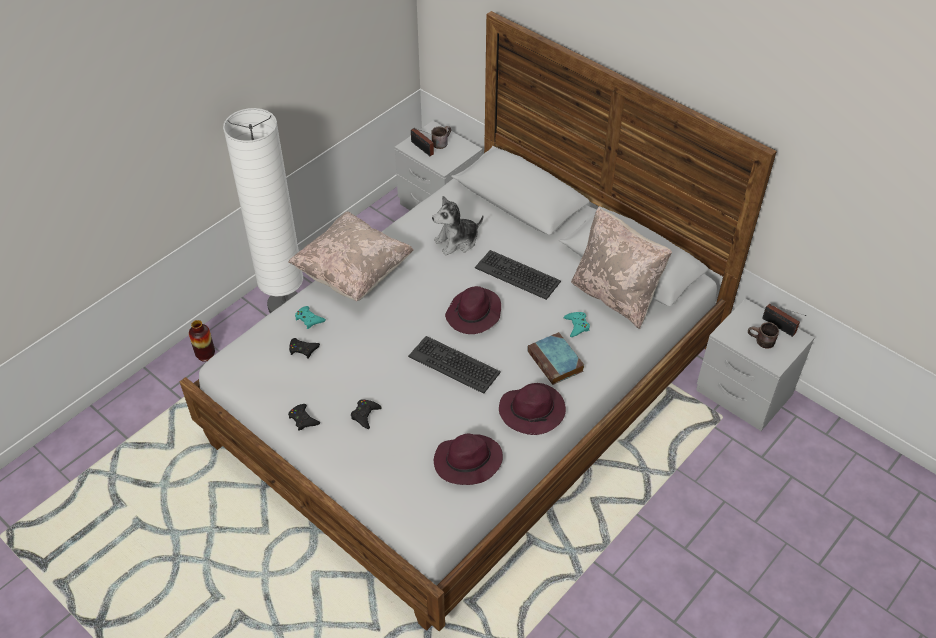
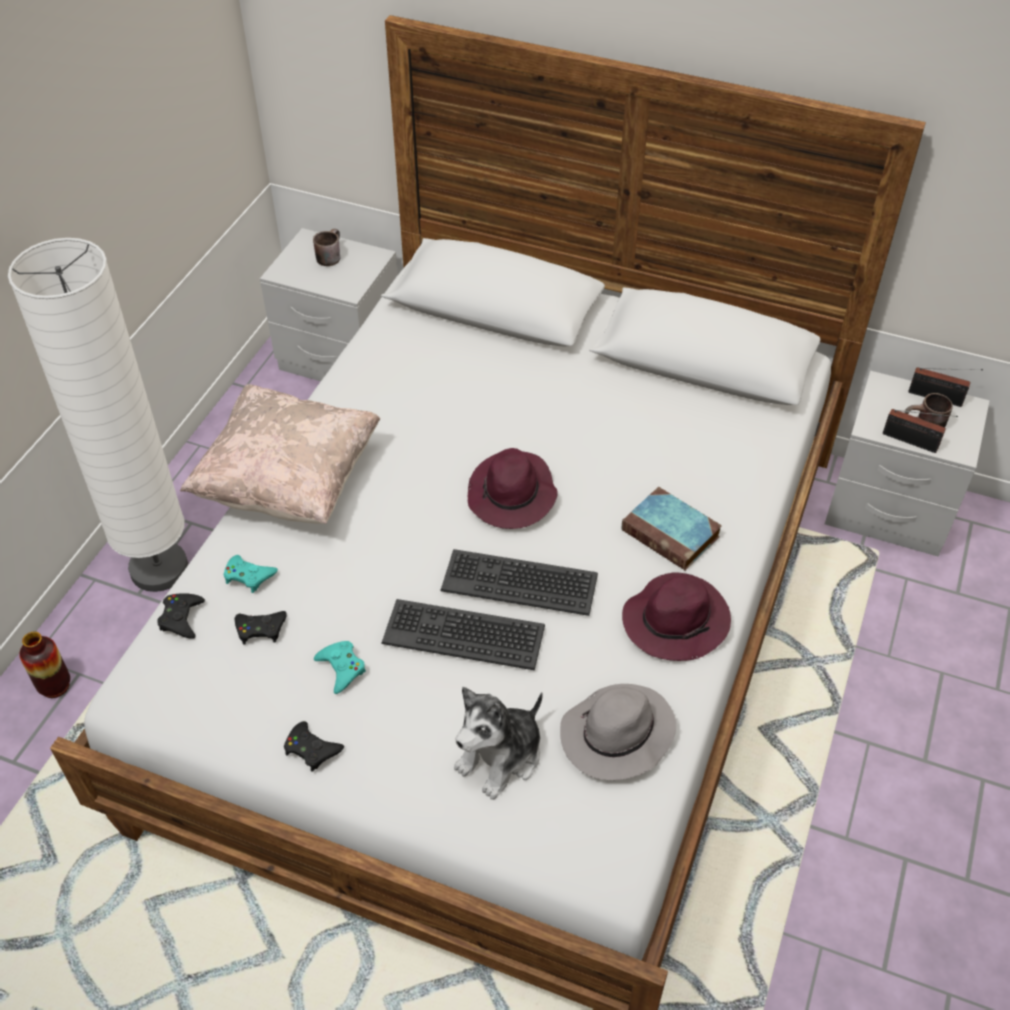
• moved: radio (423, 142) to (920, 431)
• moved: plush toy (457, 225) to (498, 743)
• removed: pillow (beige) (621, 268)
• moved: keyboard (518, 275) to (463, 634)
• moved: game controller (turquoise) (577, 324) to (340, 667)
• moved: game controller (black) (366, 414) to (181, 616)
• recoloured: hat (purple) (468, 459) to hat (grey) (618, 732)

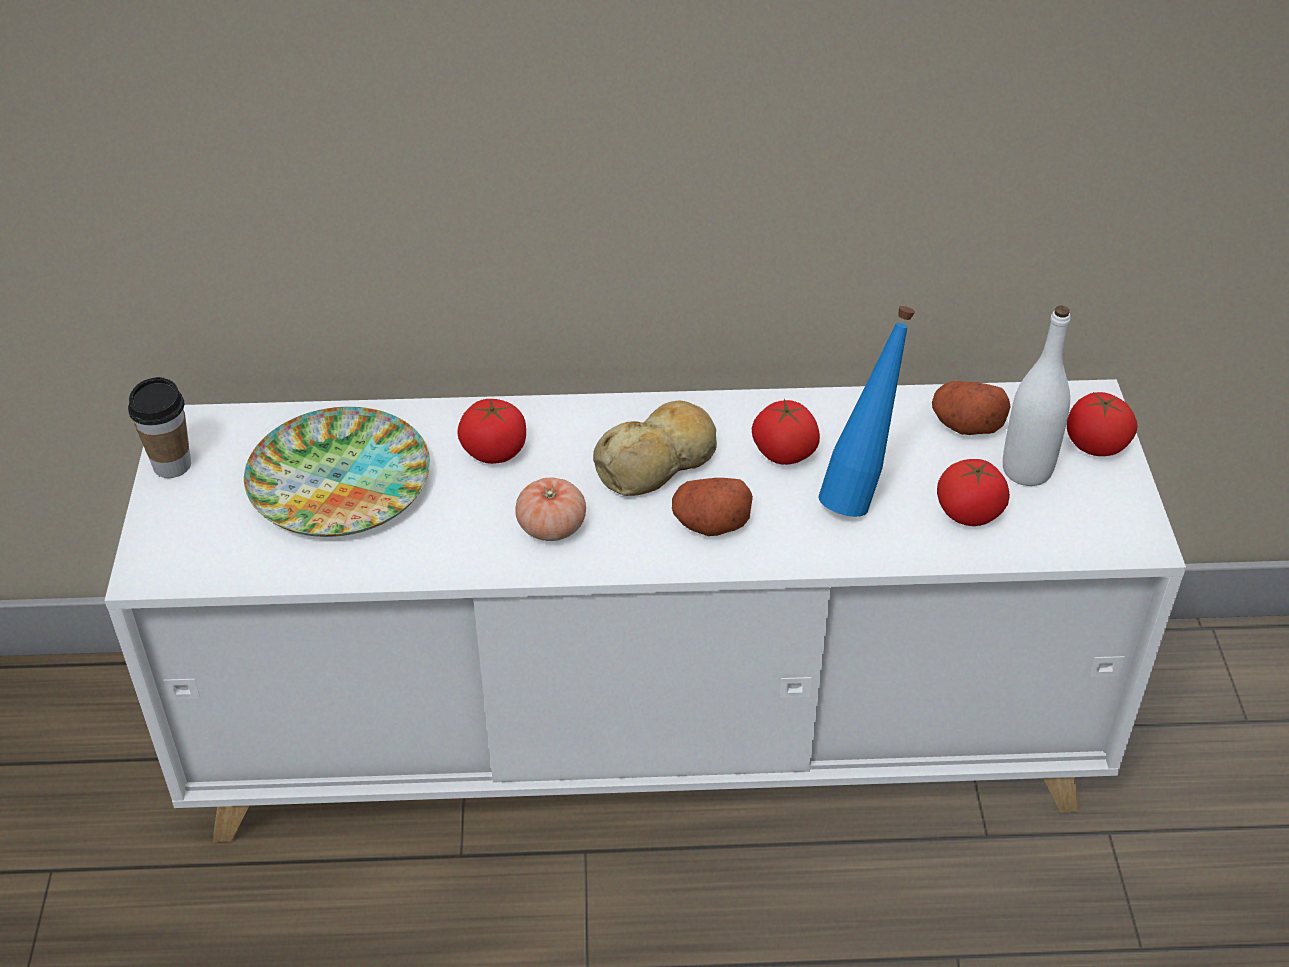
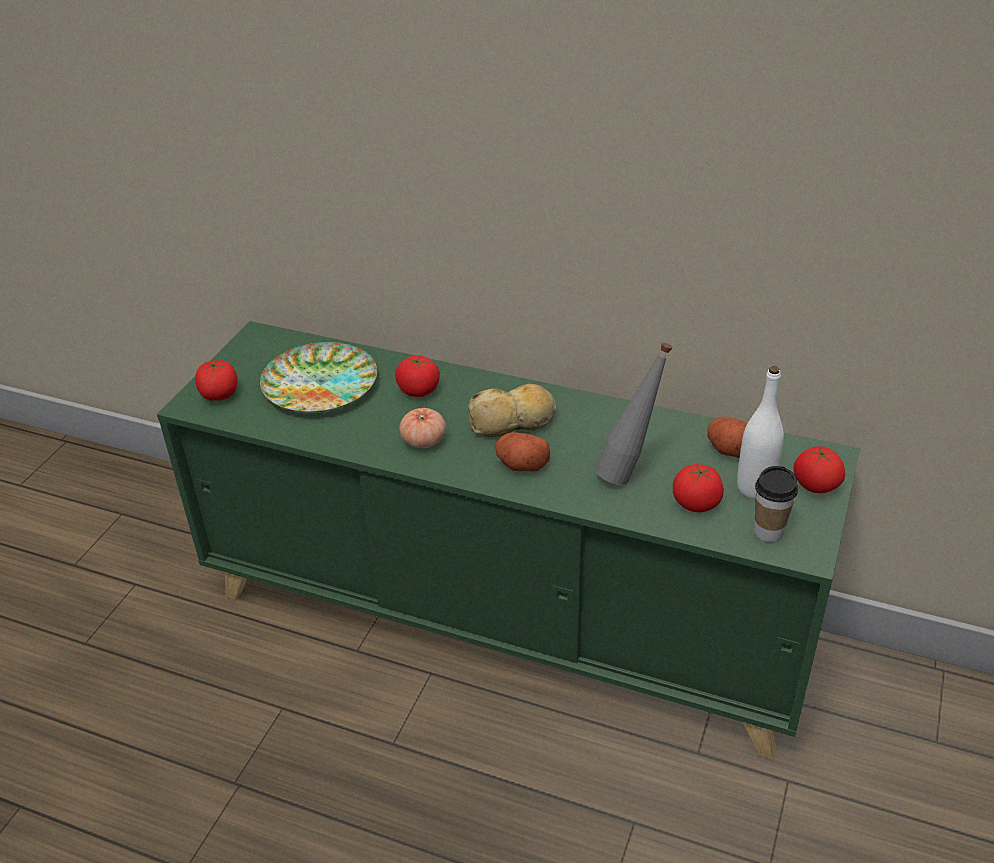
• recoloured: bottle (blue) (866, 411) to bottle (grey) (634, 413)
• moved: cup (159, 427) to (776, 504)
• recoloured: cabinet (white) (645, 610) to cabinet (green) (508, 540)
• moved: tomato (786, 431) to (216, 380)

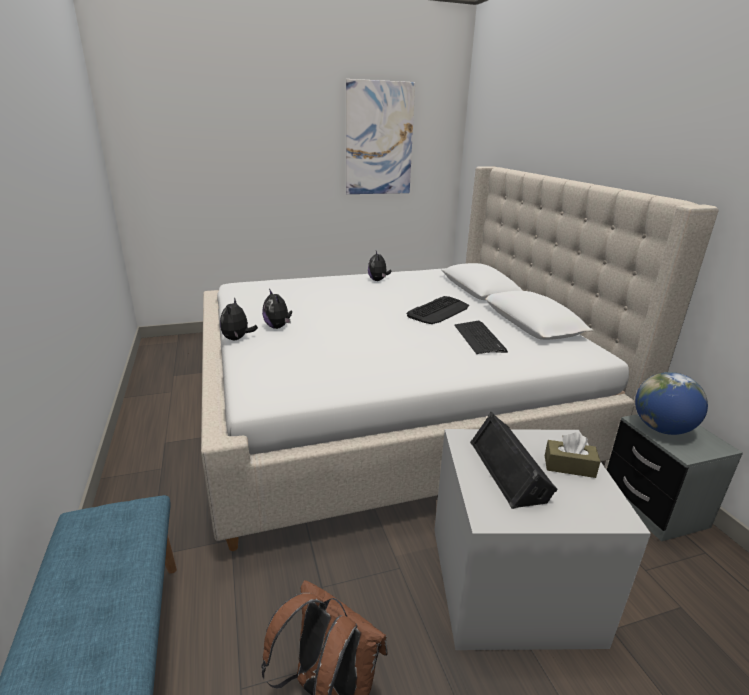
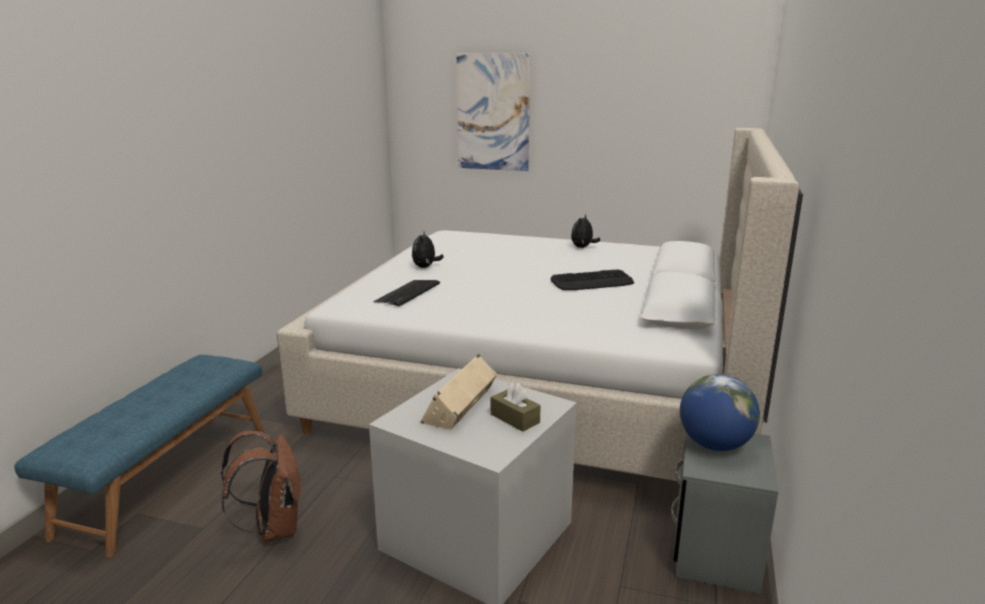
• moved: picture (380, 136) to (494, 112)
• removed: plush toy (239, 319)
• moved: keyboard (481, 337) to (407, 293)
• recoloured: speaker (black) (514, 460) to speaker (beige) (458, 392)

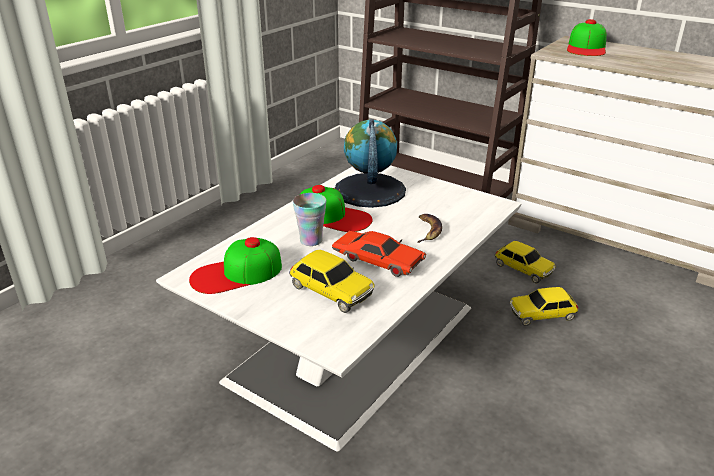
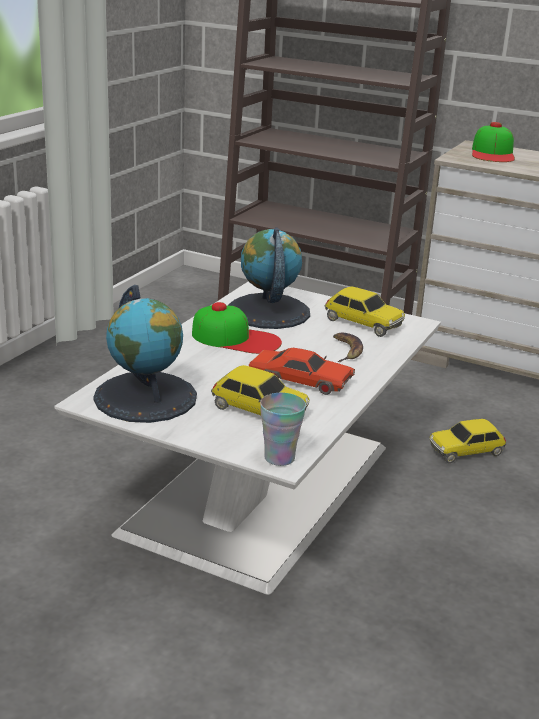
• moved: cup (309, 219) to (283, 429)
• replaced: cap (235, 265) to globe (145, 354)
• moved: toy car (525, 262) to (364, 312)

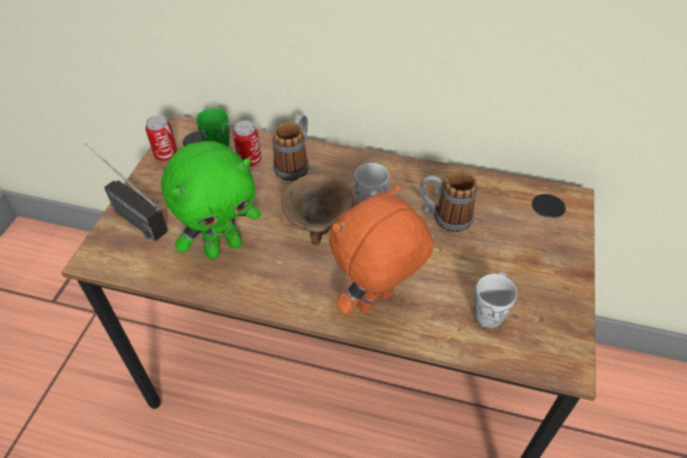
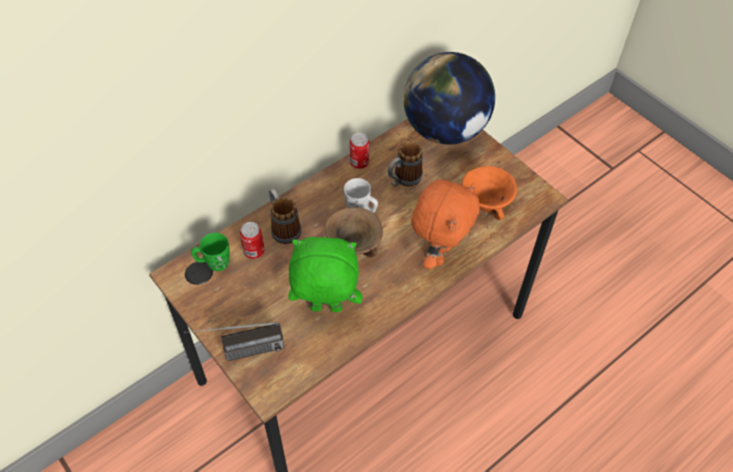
• moved: can (162, 138) to (359, 151)
• turned: plush toy (green) (211, 200) = (325, 274) 90 degrees counterclockwise
• turned: plush toy (orange) (381, 249) = (445, 224) 150 degrees counterclockwise
• replaced: mug (white) (495, 300) to bowl (orange) (489, 193)
• added: globe (449, 98)

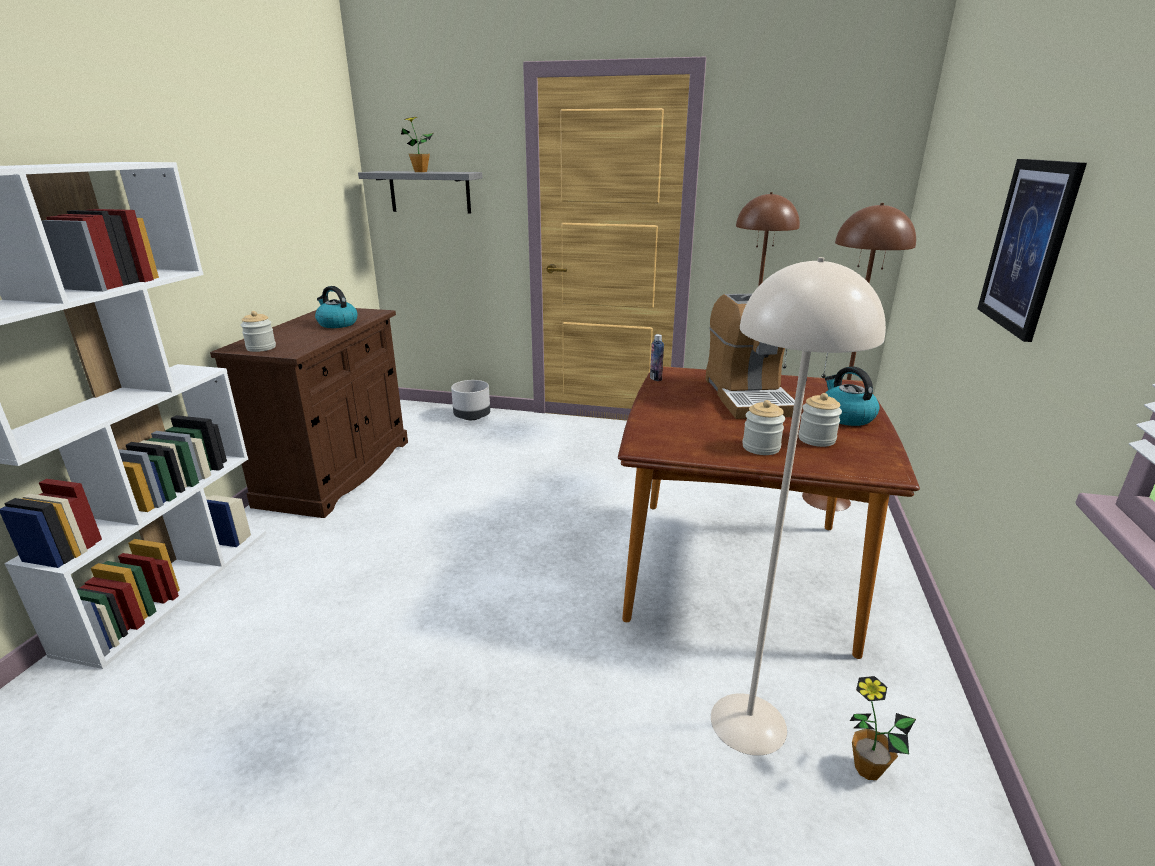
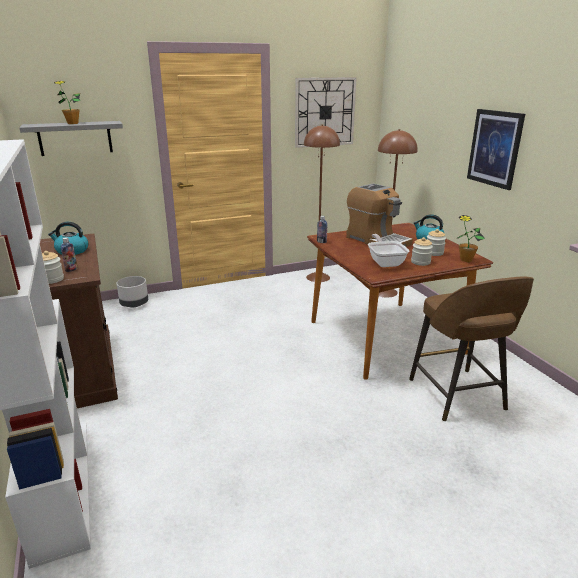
• replaced: floor lamp (beige) (798, 506) to stool (brown) (471, 349)
• moved: potted plant (883, 728) to (471, 238)
• added: wall clock (326, 112)
• added: frying pan (389, 250)
• added: bottle (69, 254)

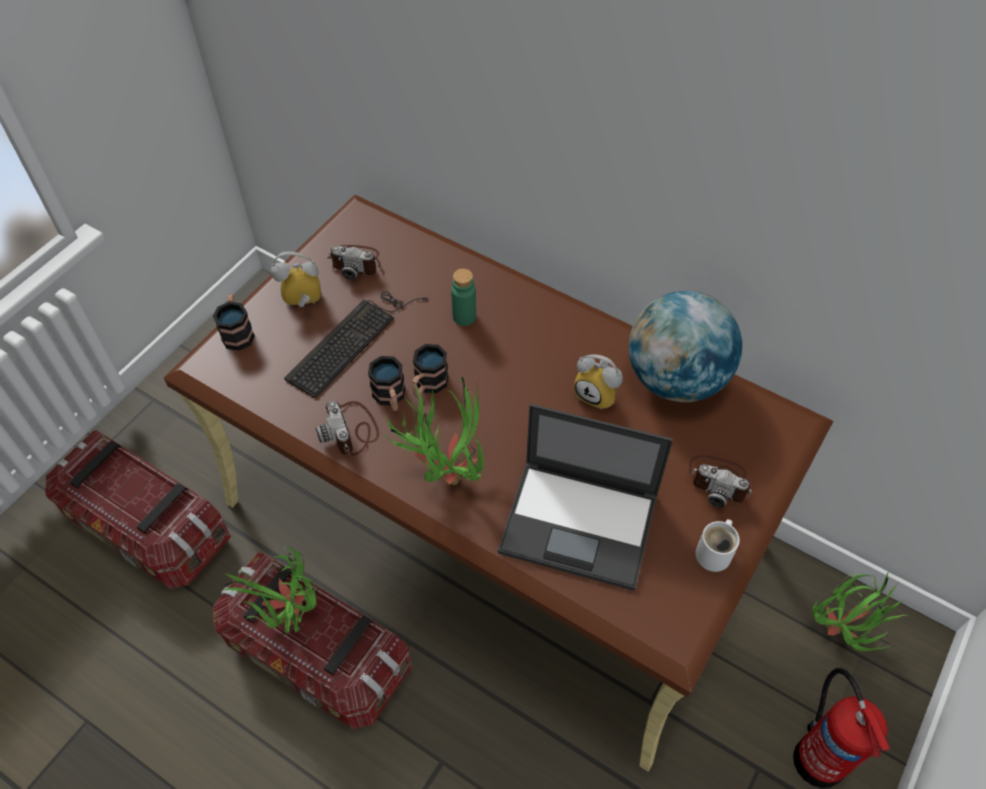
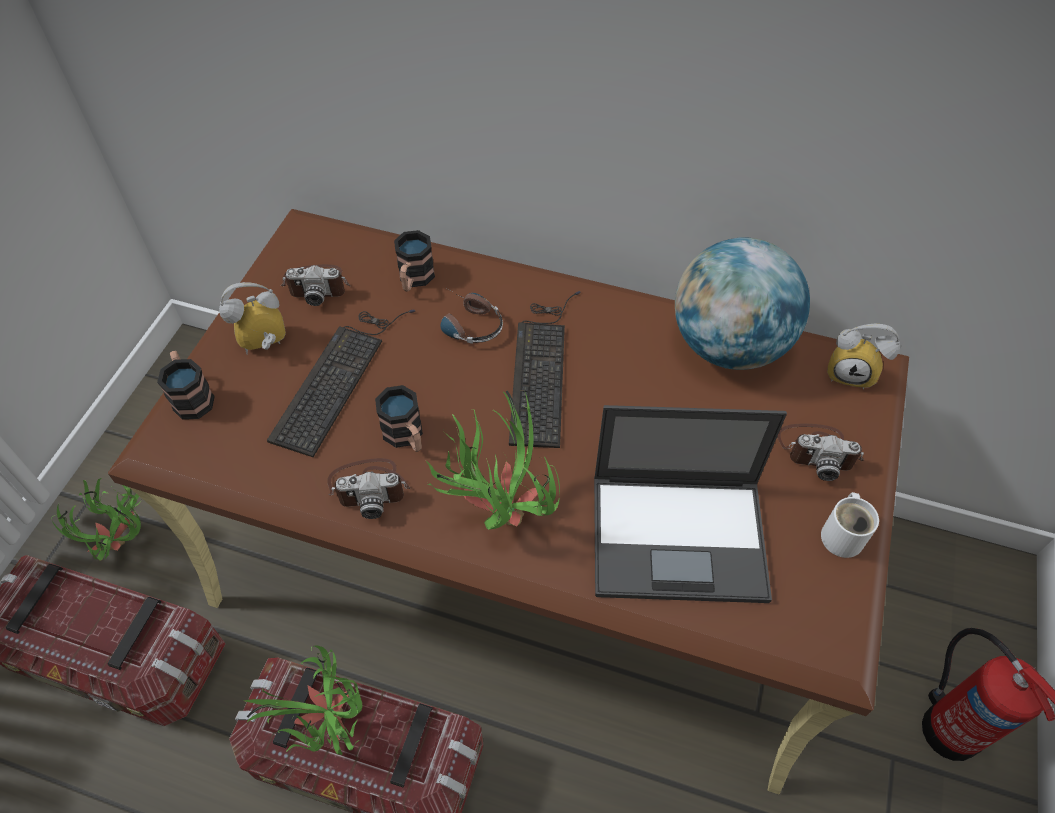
• replaced: bottle (green) (463, 297) to headphones (471, 316)
• moved: mug (430, 370) to (414, 261)
• moved: alarm clock (598, 382) to (863, 357)
• turned: photo camera (347, 428) = (368, 488) 60 degrees counterclockwise
• moved: potted plant (860, 612) to (96, 519)
• added: keyboard (545, 369)

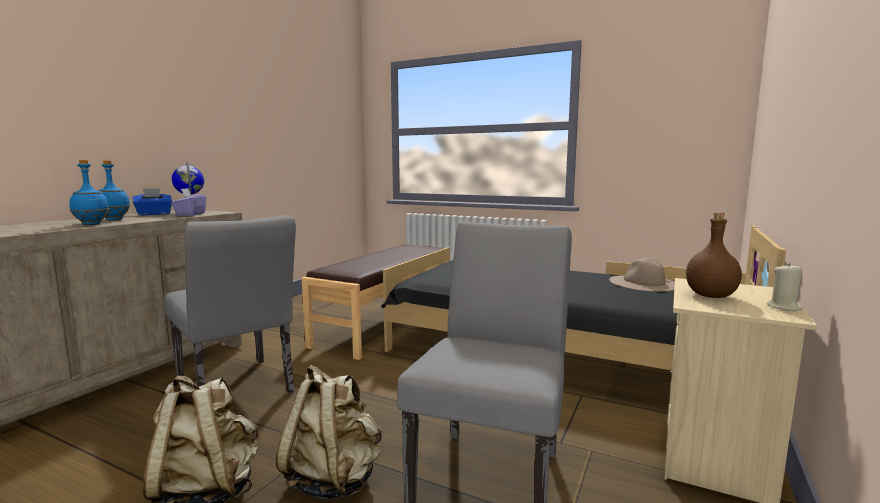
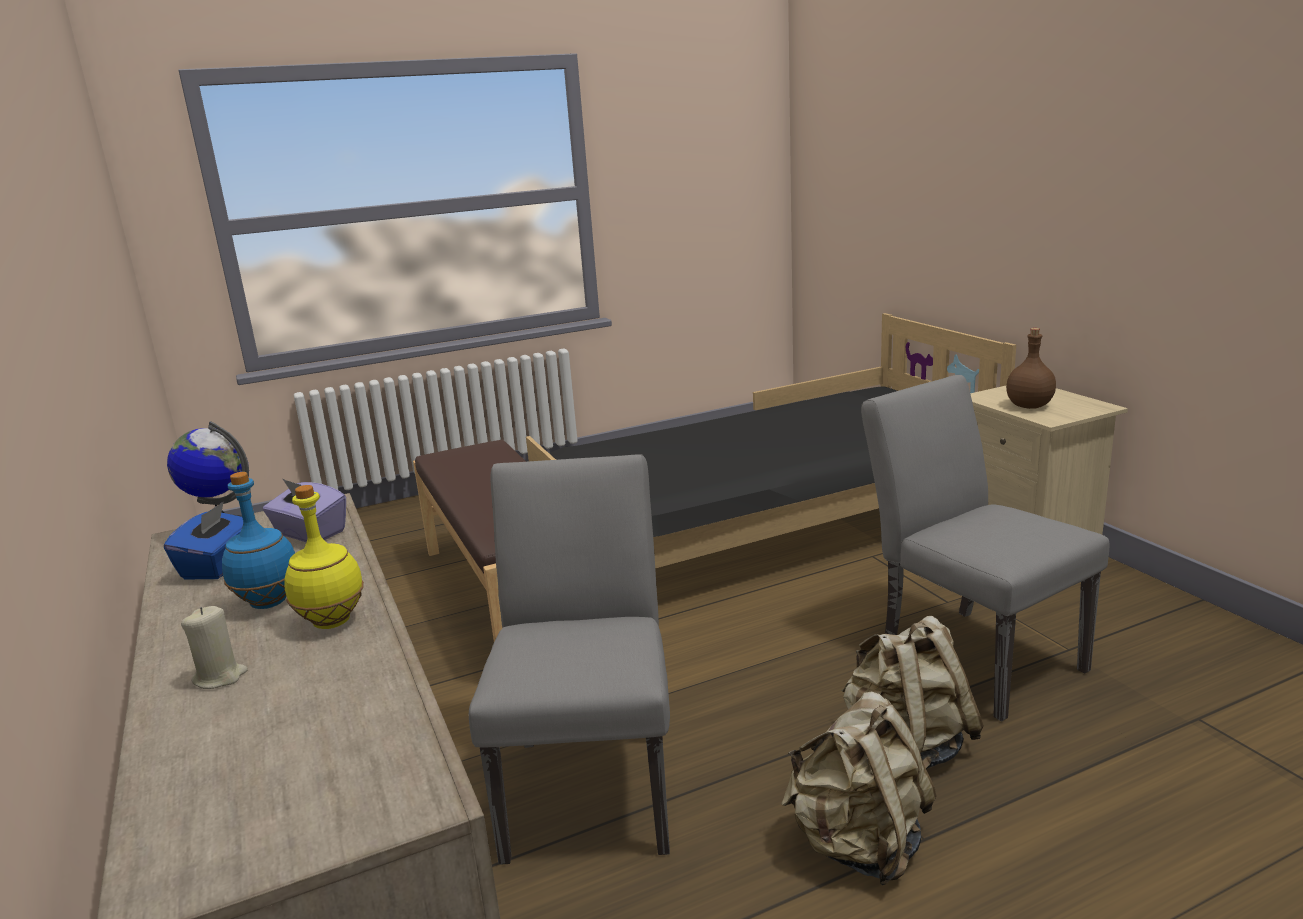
• recoloured: bottle (blue) (89, 192) to bottle (yellow) (324, 557)
• turned: chair (grey) (230, 304) = (569, 659) 90 degrees counterclockwise
• removed: hat (beige) (642, 275)
• moved: candle (beige) (785, 287) to (214, 647)

